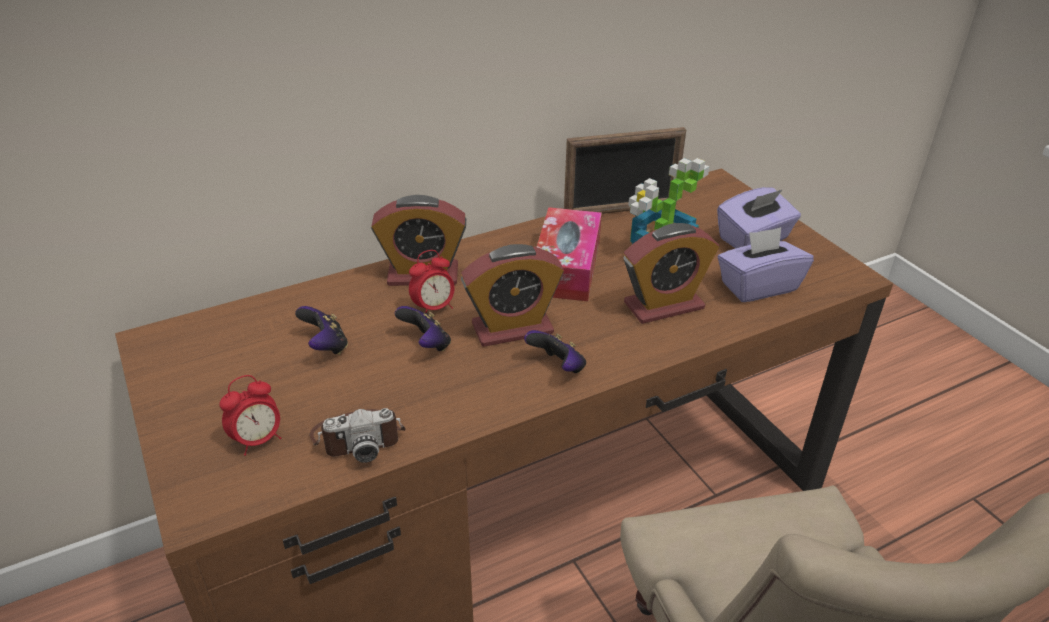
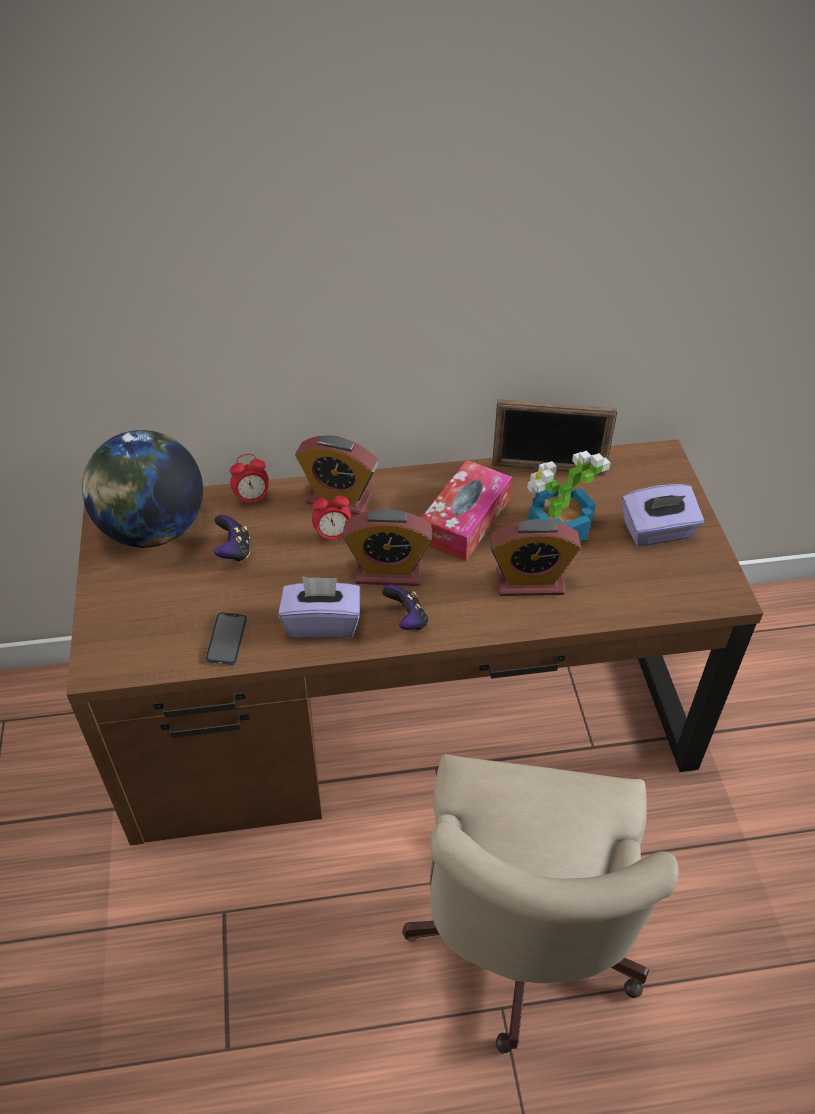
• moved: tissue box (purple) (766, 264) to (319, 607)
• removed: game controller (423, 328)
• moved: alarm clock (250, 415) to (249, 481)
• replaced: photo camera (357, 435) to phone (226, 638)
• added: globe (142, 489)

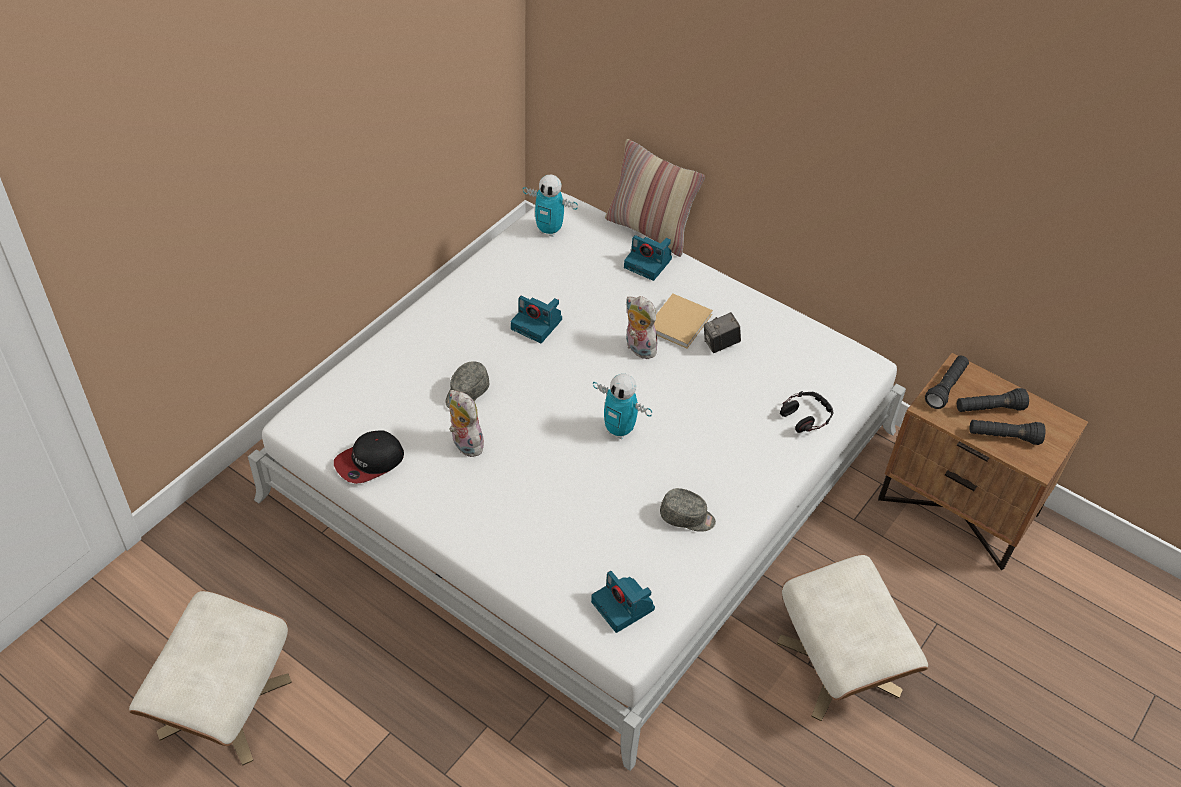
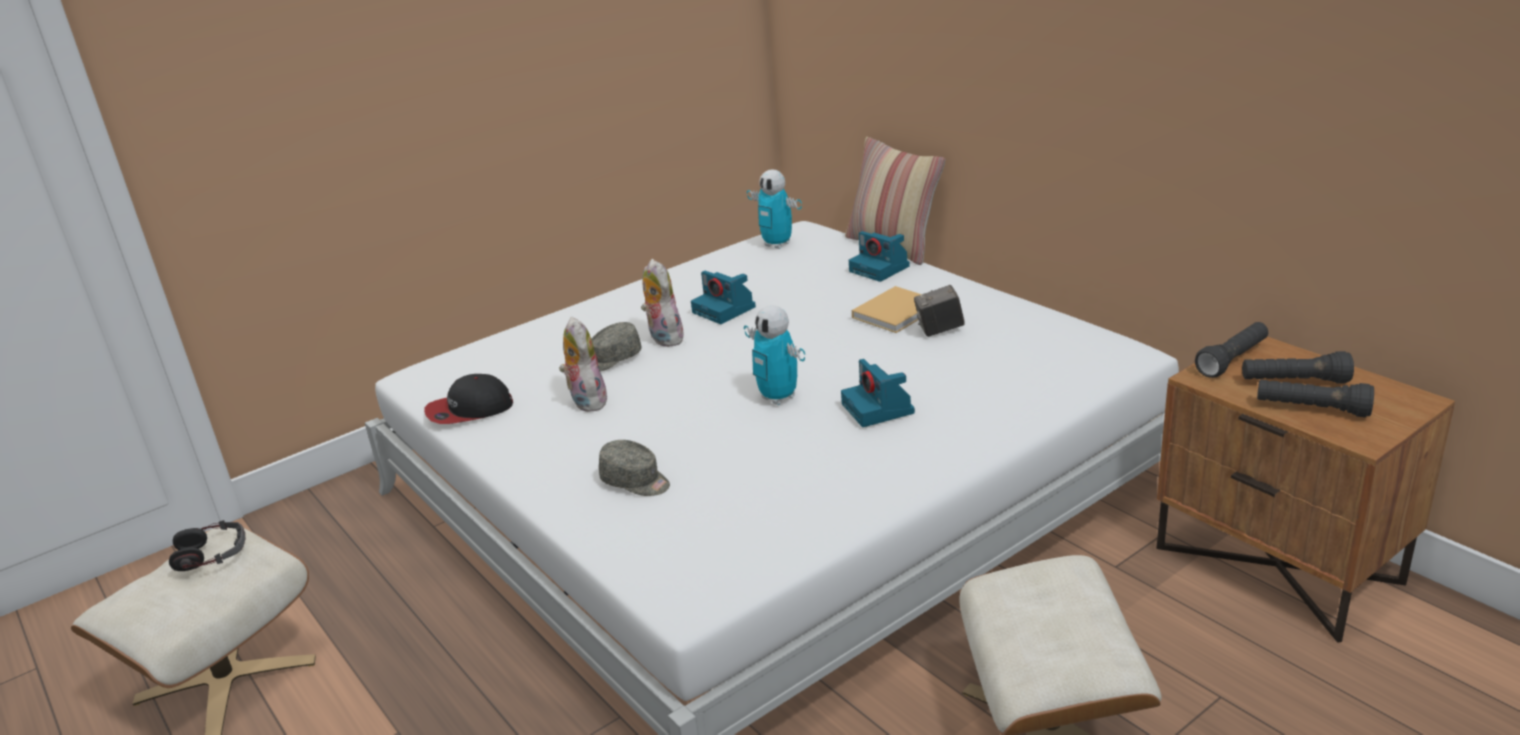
• moved: plush toy (641, 327) to (663, 303)
• moved: headphones (807, 412) to (207, 545)
• moved: cap (grey) (688, 510) to (634, 468)
• moved: photo camera (623, 602) to (878, 393)

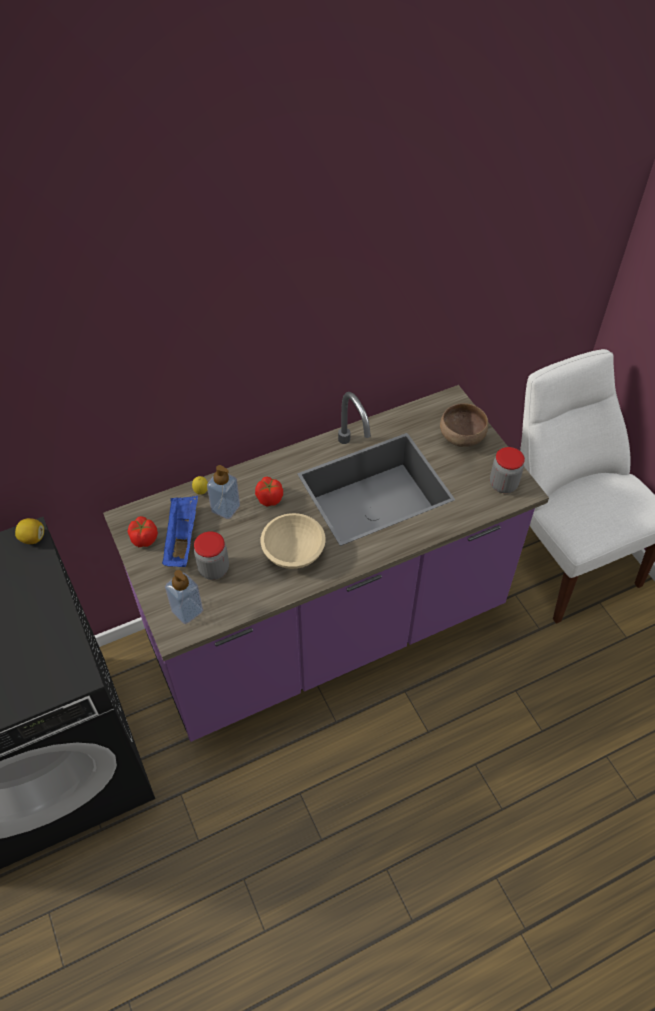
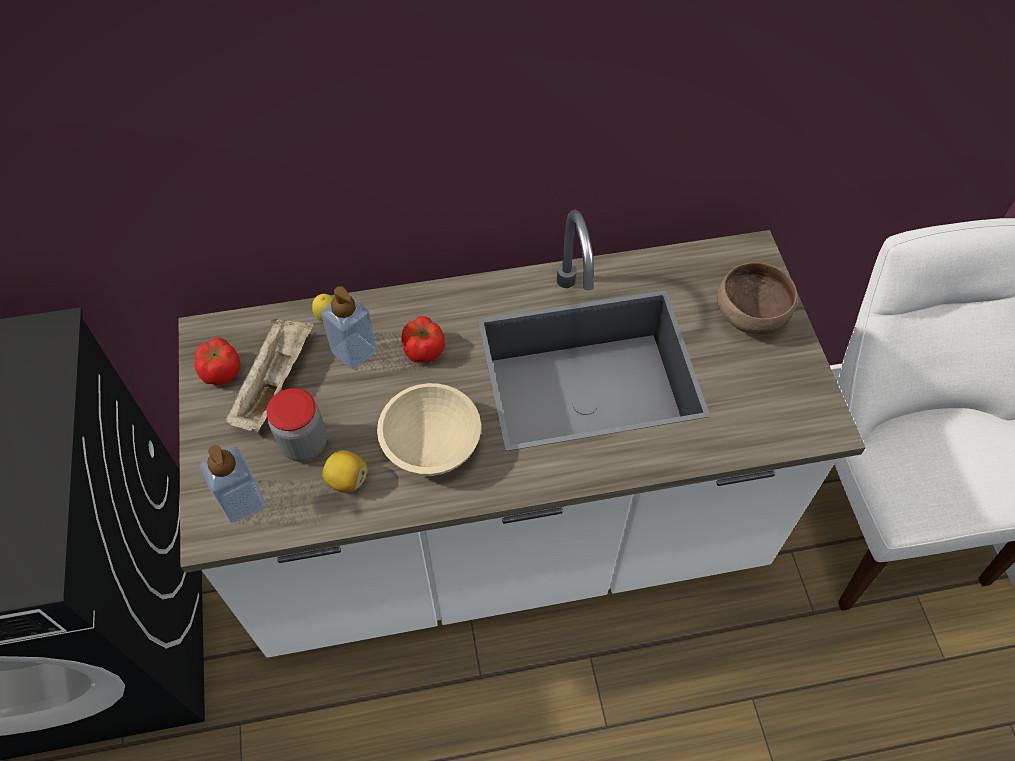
• recoloured: counter (purple) (326, 563) to counter (white) (522, 434)
• removed: jar (507, 470)
• recoloured: tray (blue) (180, 531) to tray (beige) (269, 376)
• moved: lemon (29, 531) to (345, 471)

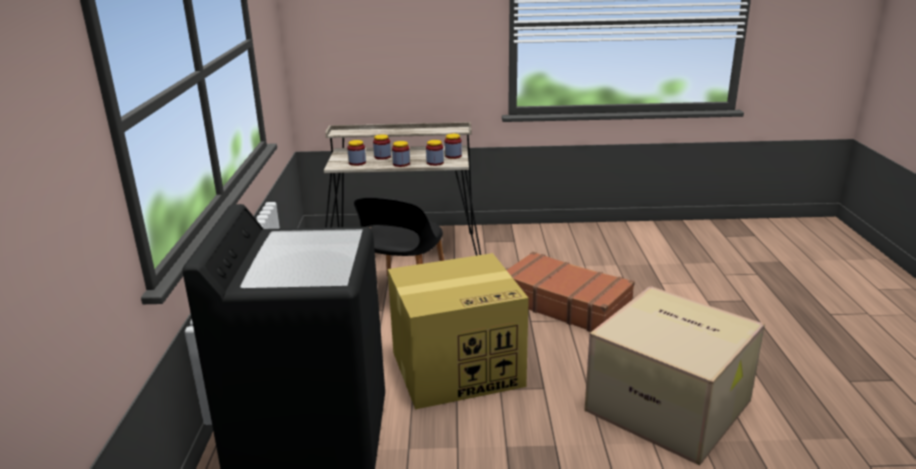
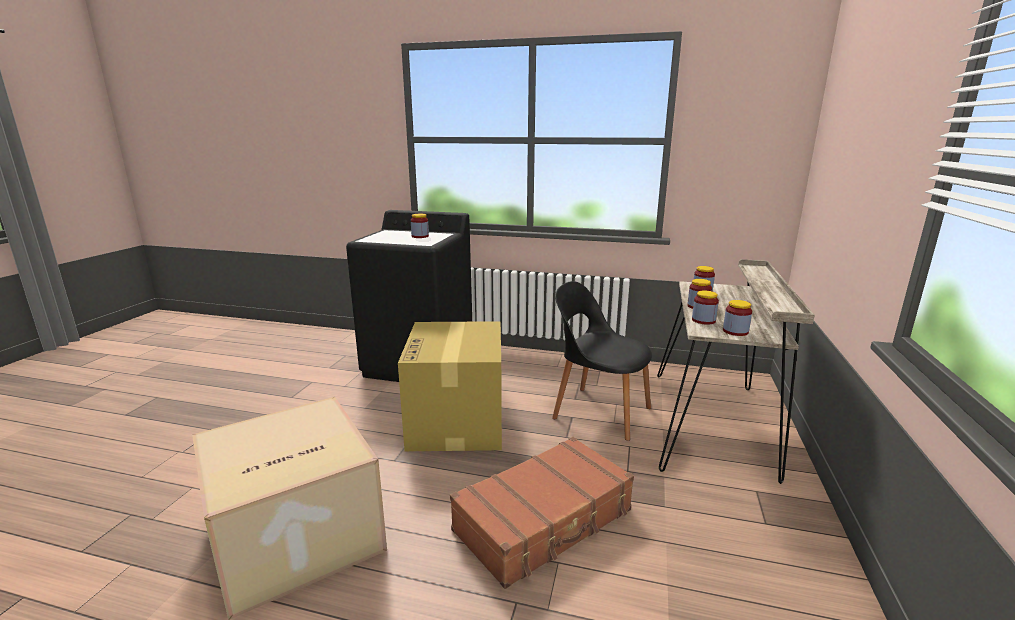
• moved: jar (382, 147) to (420, 226)

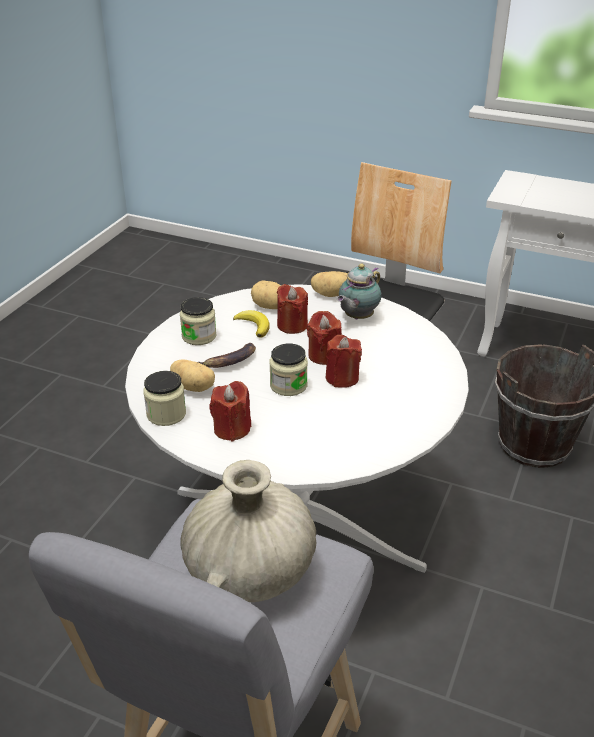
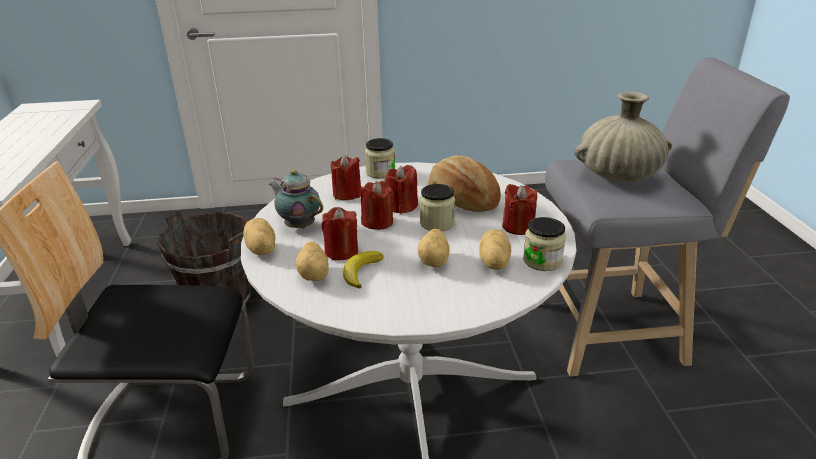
• turned: teapot (359, 291) = (296, 198) 150 degrees counterclockwise
• moved: jar (198, 321) to (380, 158)
• replaced: banana (227, 355) to potato (434, 248)
• added: candle (red) (346, 177)
• added: bread (464, 183)

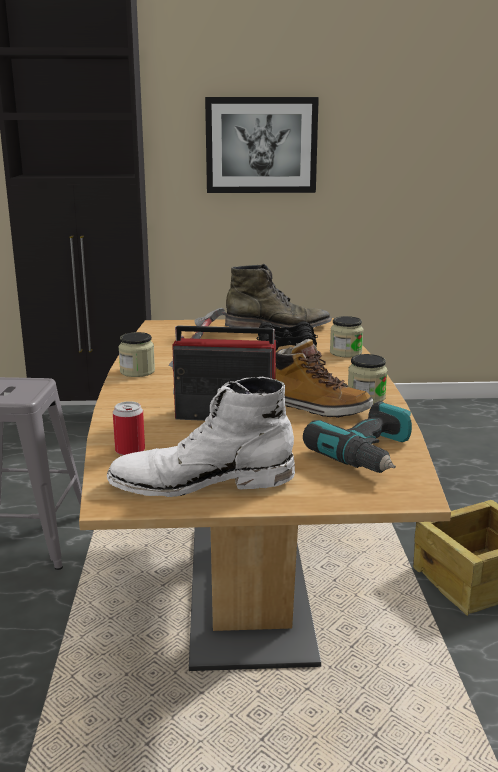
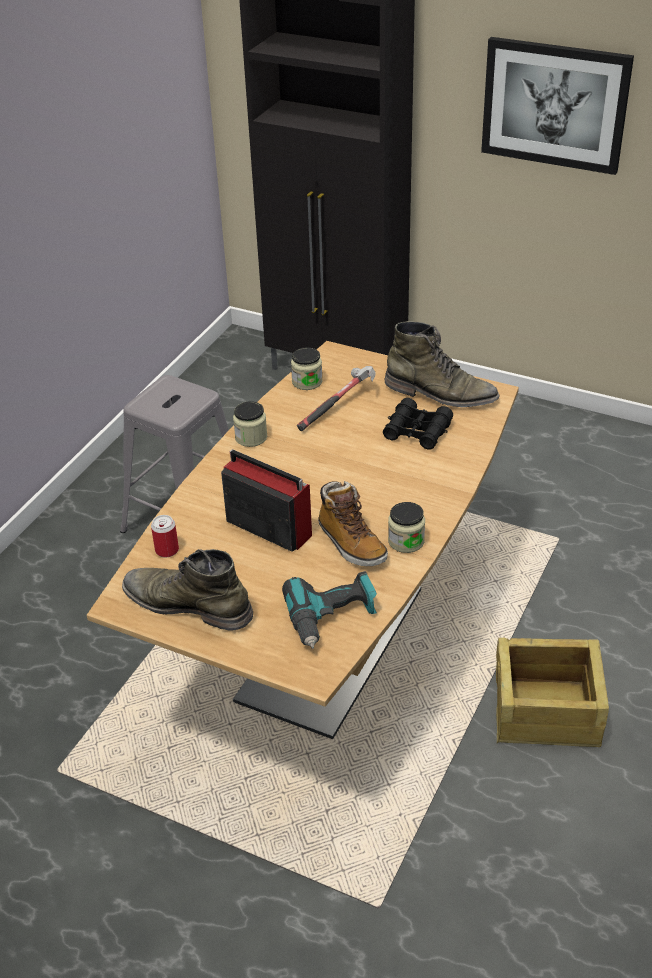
• moved: jar (346, 336) to (307, 368)
• recoloured: boot (white) (201, 437) to boot (green) (187, 590)

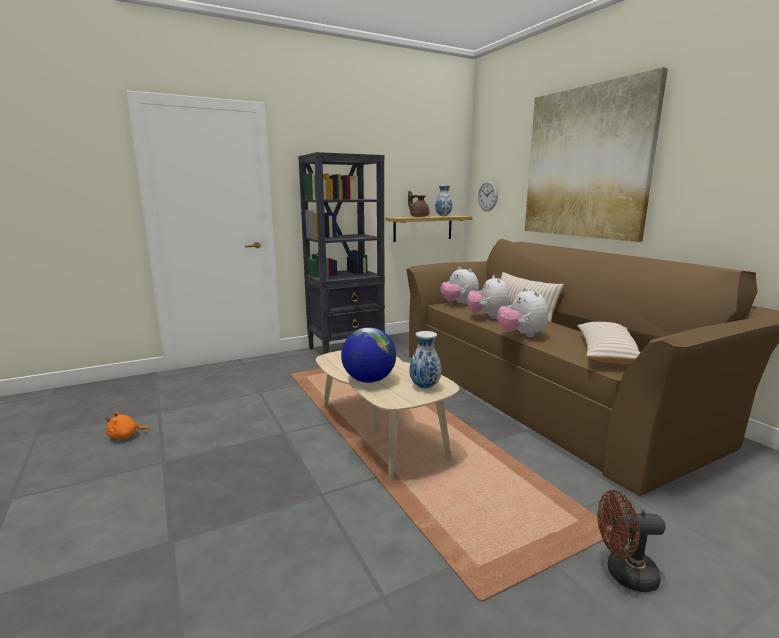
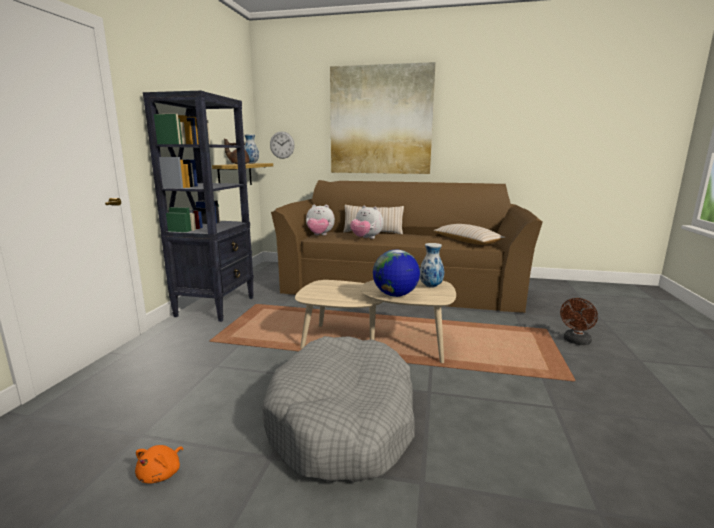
• removed: plush toy (522, 312)
• added: dog bed (grey) (338, 409)

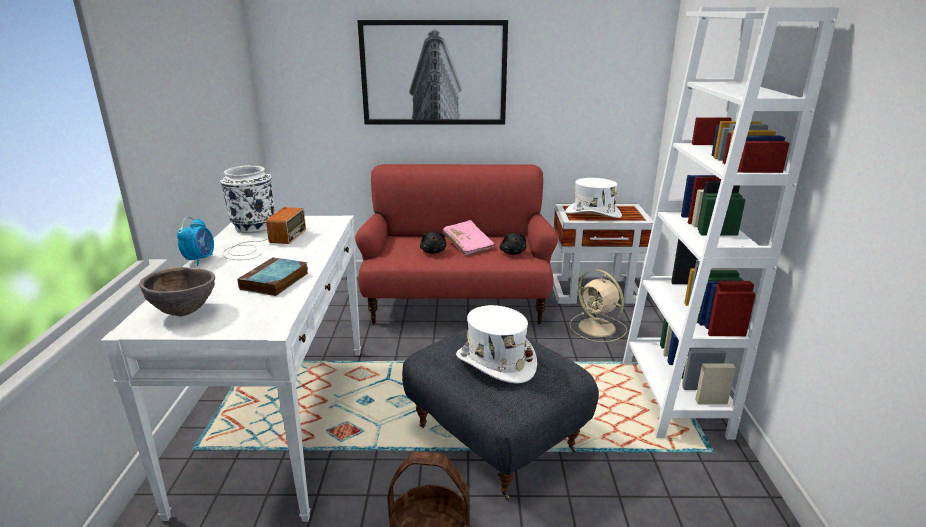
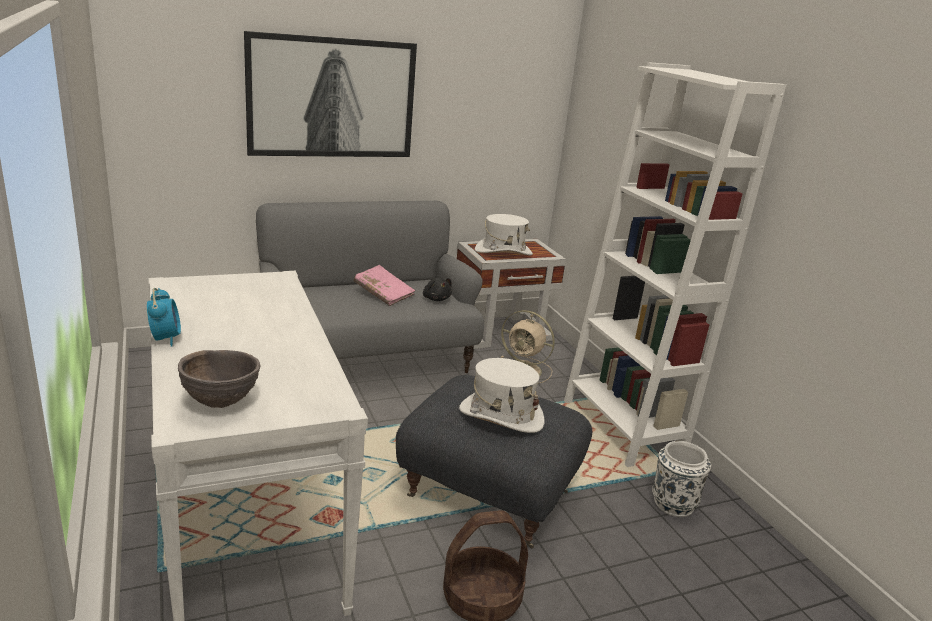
• recoloured: sofa (red) (456, 244) to sofa (grey) (370, 287)
• moved: vase (white) (248, 199) to (681, 479)
• removed: radio (264, 233)
• removed: plush toy (black) (433, 243)
• removed: book (272, 276)

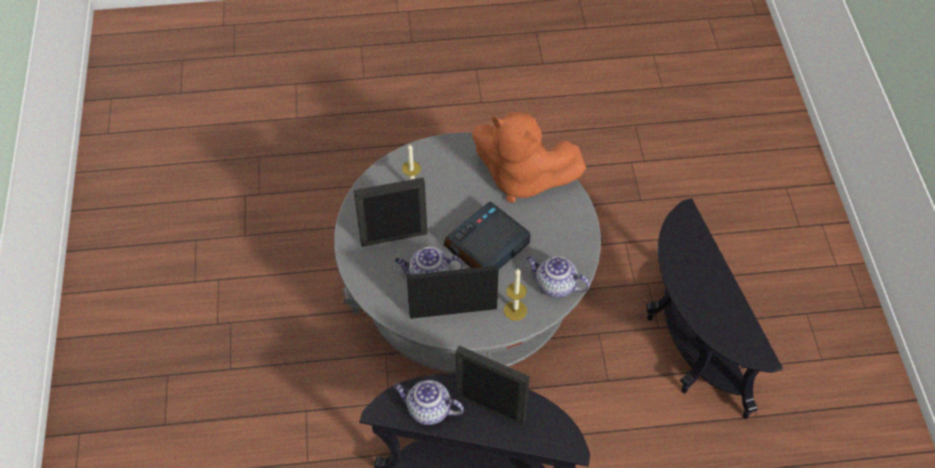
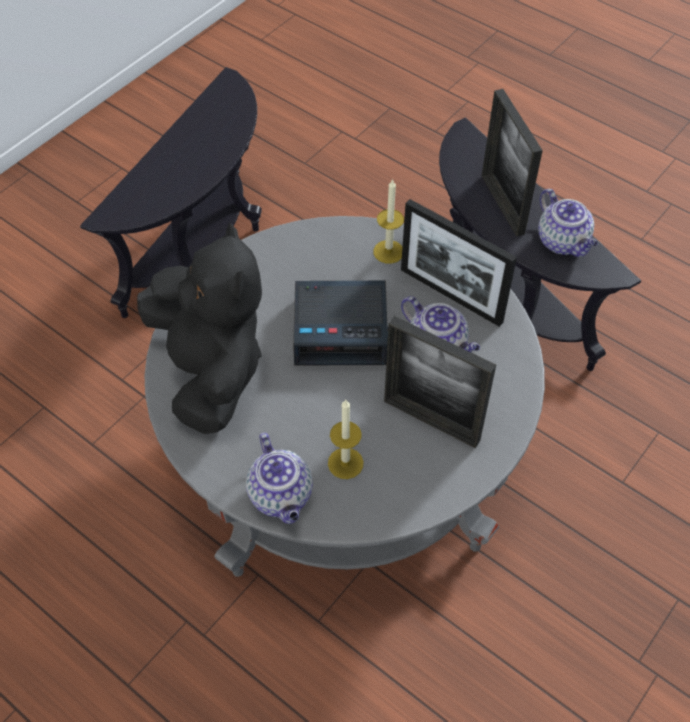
• recoloured: plush toy (orange) (529, 157) to plush toy (black) (199, 328)
• moved: teapot (558, 277) to (279, 478)

